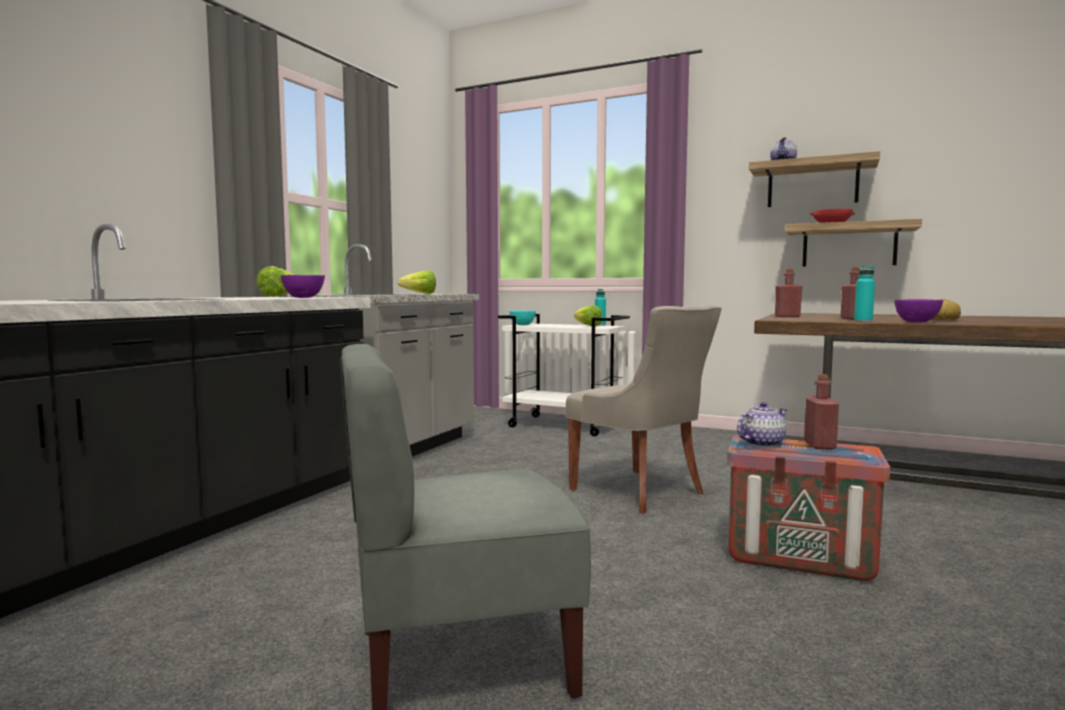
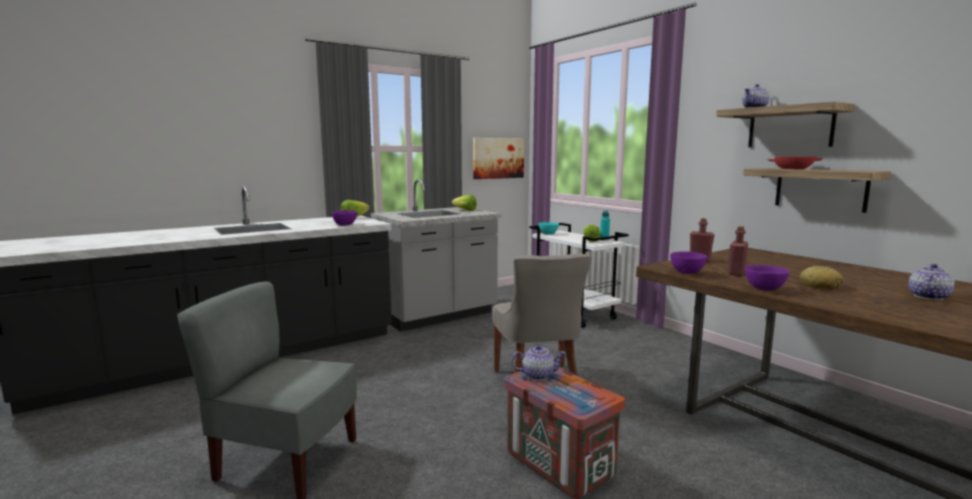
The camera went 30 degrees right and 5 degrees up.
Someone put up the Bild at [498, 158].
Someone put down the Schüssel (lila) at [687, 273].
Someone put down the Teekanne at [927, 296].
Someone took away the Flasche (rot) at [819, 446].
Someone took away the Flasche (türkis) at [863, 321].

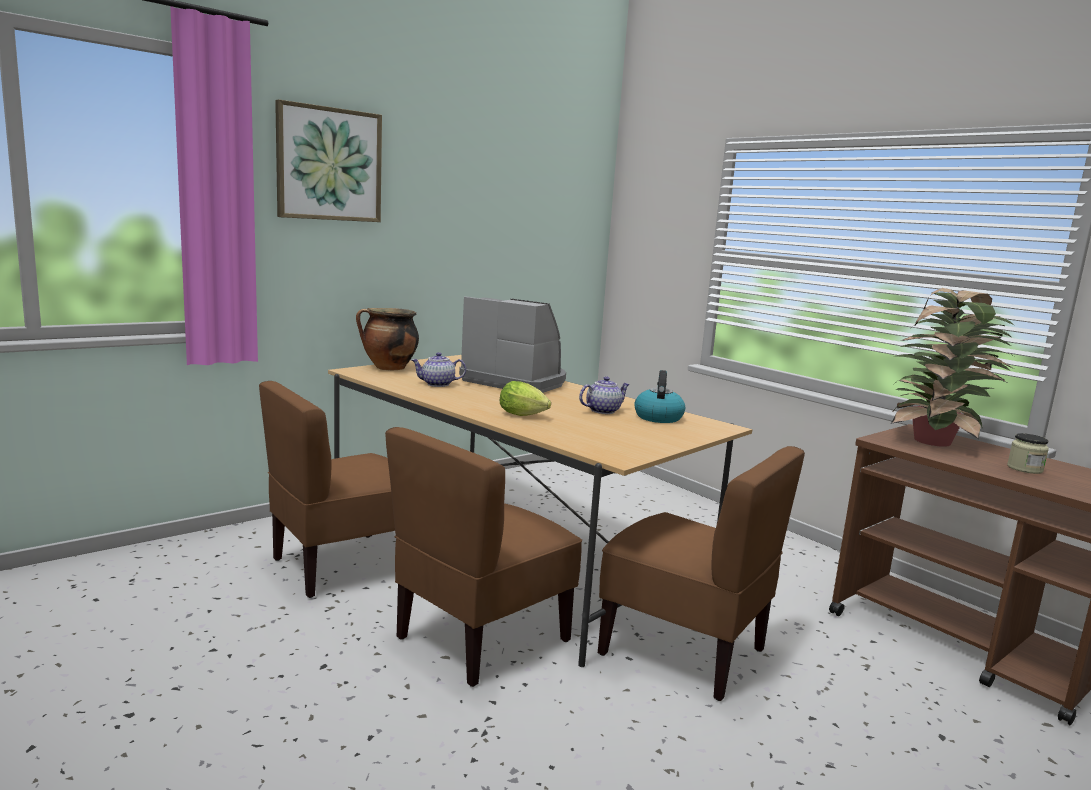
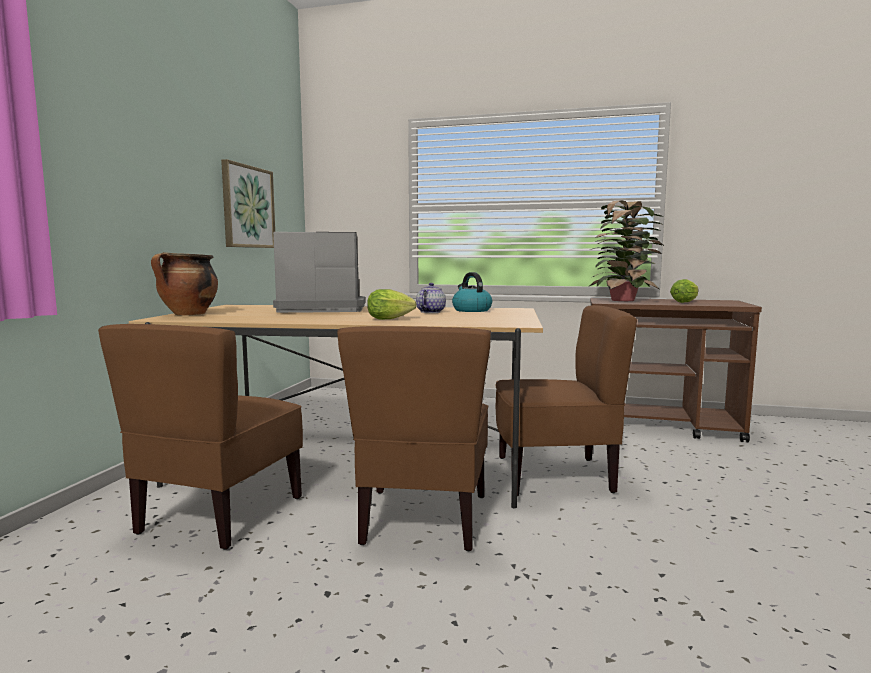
The camera went 35 degrees left and 5 degrees down.
Someone carried the Bild from [329, 164] to [247, 207].
Someone swapped the Vorratsglas at [1024, 469] for the Salatkopf at [685, 302].
Someone took away the Teekanne at [437, 384].

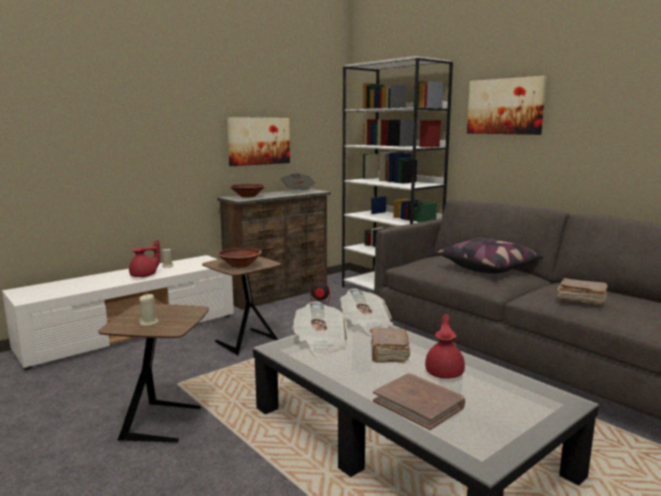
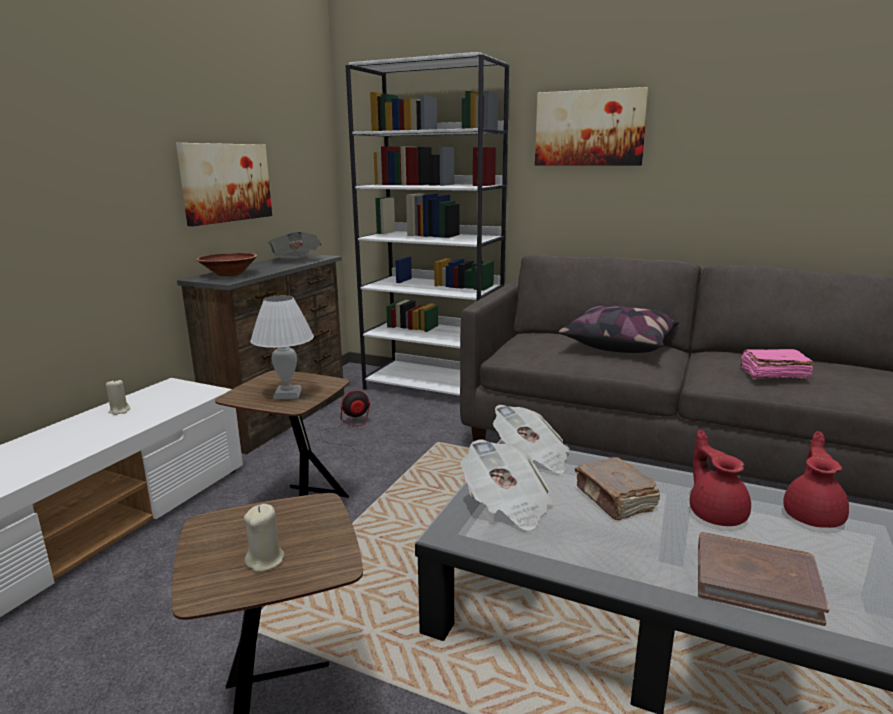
The camera went 25 degrees left and 5 degrees up.
Someone swapped the Schüssel (braun) at [240, 265] for the Tischlampe (weiß) at [288, 394].
Someone repainted the Buch (braun) at [580, 300], which became the Buch (rosa) at [772, 374].
Someone carried the Teekanne (rot) from [145, 275] to [813, 515].

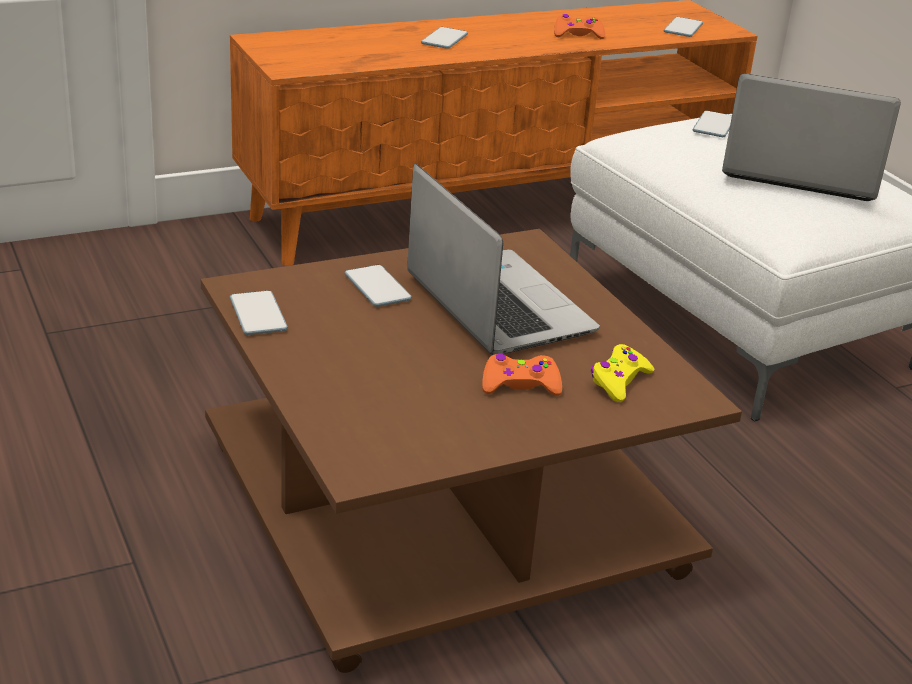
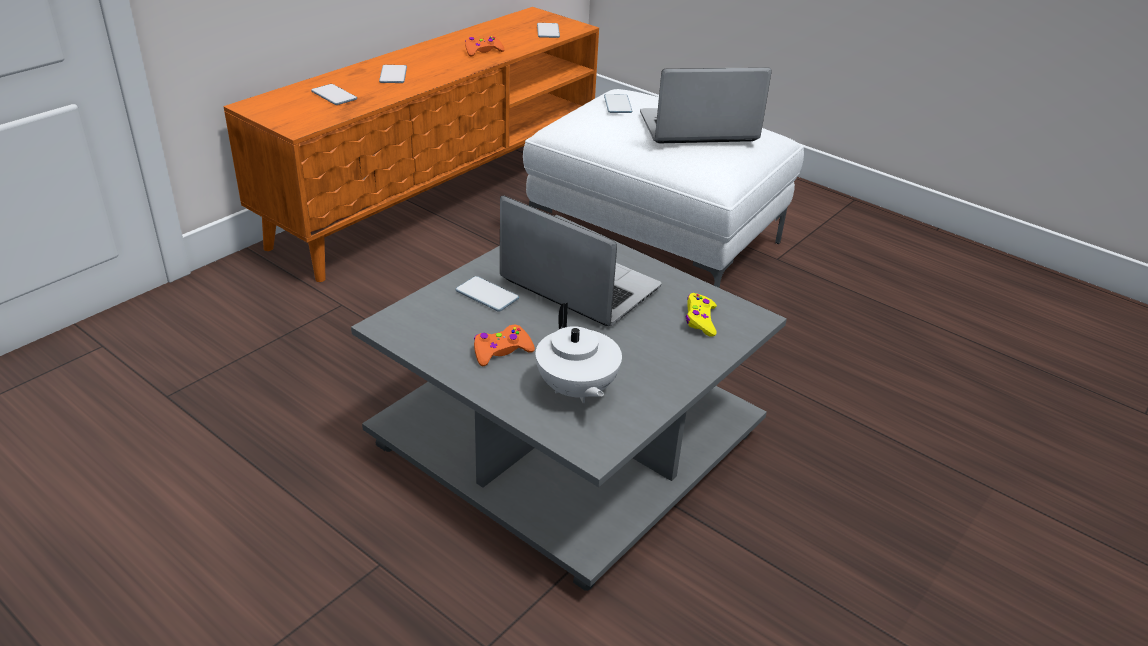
The camera went 25 degrees left and 5 degrees up.
Someone carried the Handy from [258, 314] to [334, 96].
Someone repainted the Couchtisch (braun) at [437, 507], which became the Couchtisch (grau) at [562, 441].
Someone carried the Gamepad (orange) from [520, 385] to [501, 351].
Someone put down the Teekanne (weiß) at [576, 390].

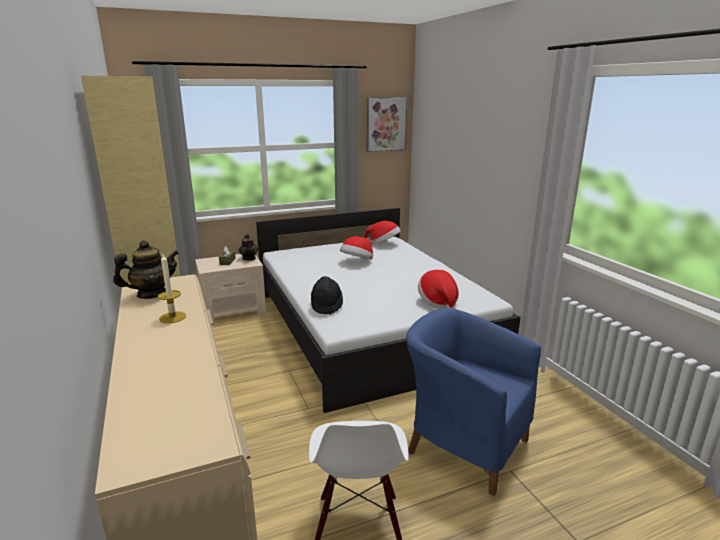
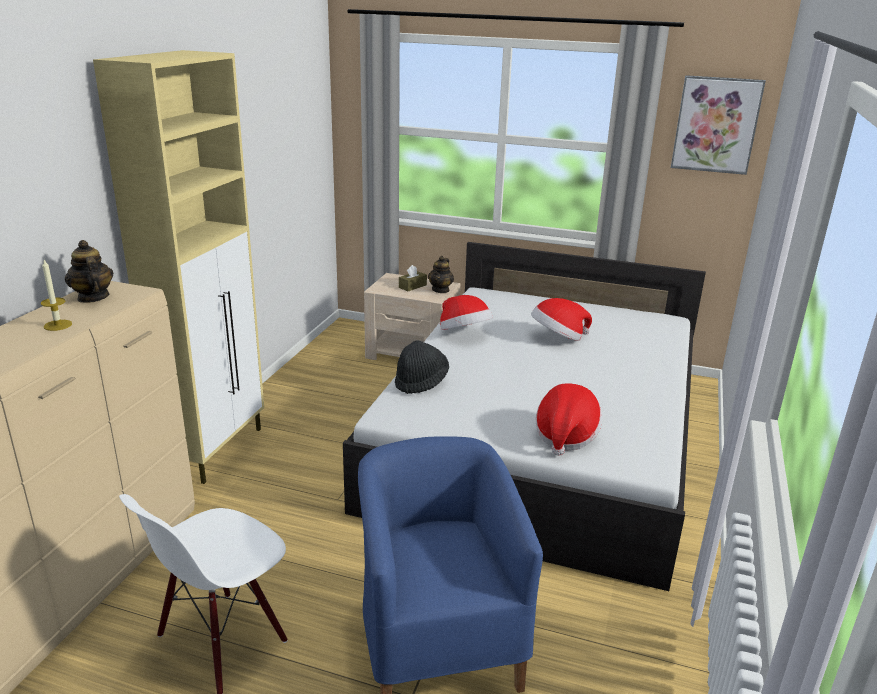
The camera went 40 degrees right and 5 degrees up.
Someone rotated the Teekanne at [151, 294] by 135 degrees counterclockwise.
Someone carried the Hut from [383, 244] to [464, 334].

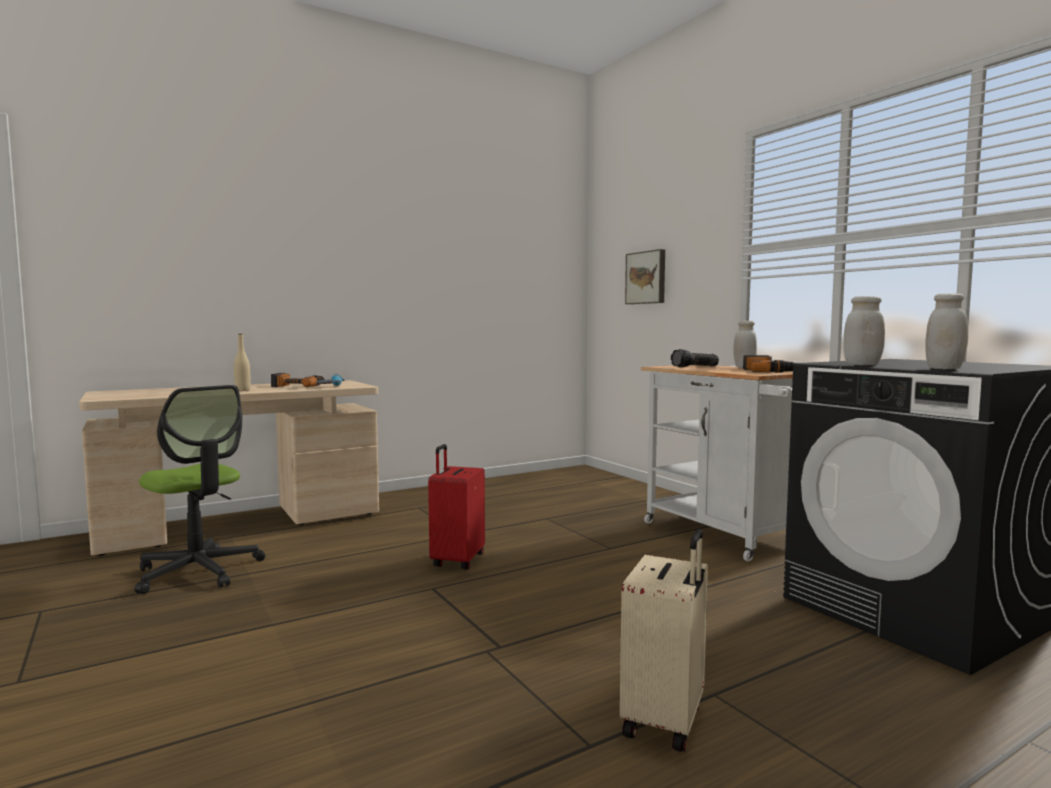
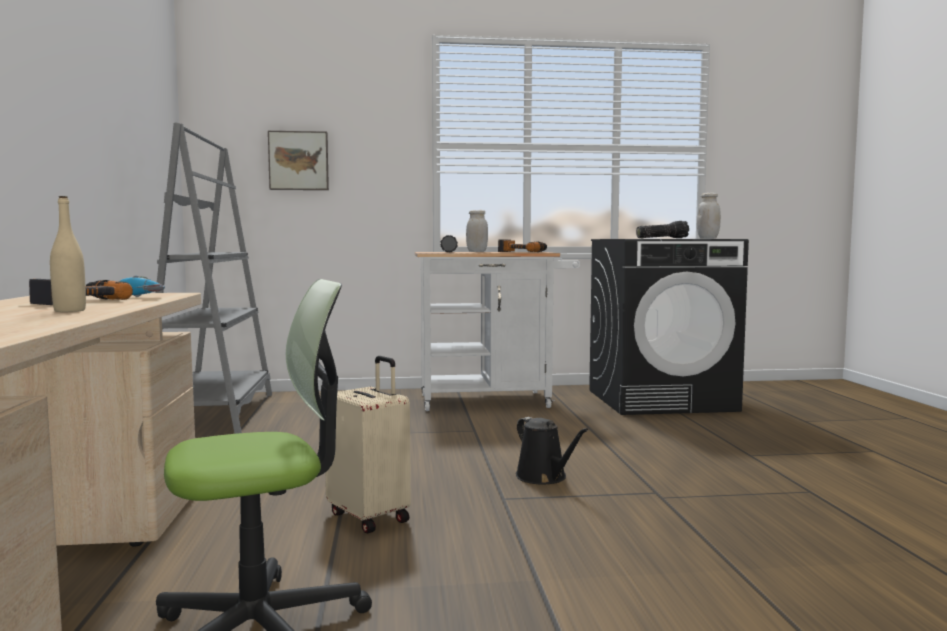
The camera went 65 degrees left and 0 degrees up.
Someone put down the Bücherregal (grau) at [214, 415].
Someone carried the Koffer (beige) from [666, 720] to [370, 516].
Someone put down the Gießkanne (schwarz) at [544, 477].
Someone swapped the Vorratsglas (weiß) at [862, 365] for the Taschenlampe at [662, 238].
Someone took away the Koffer (rot) at [456, 561].

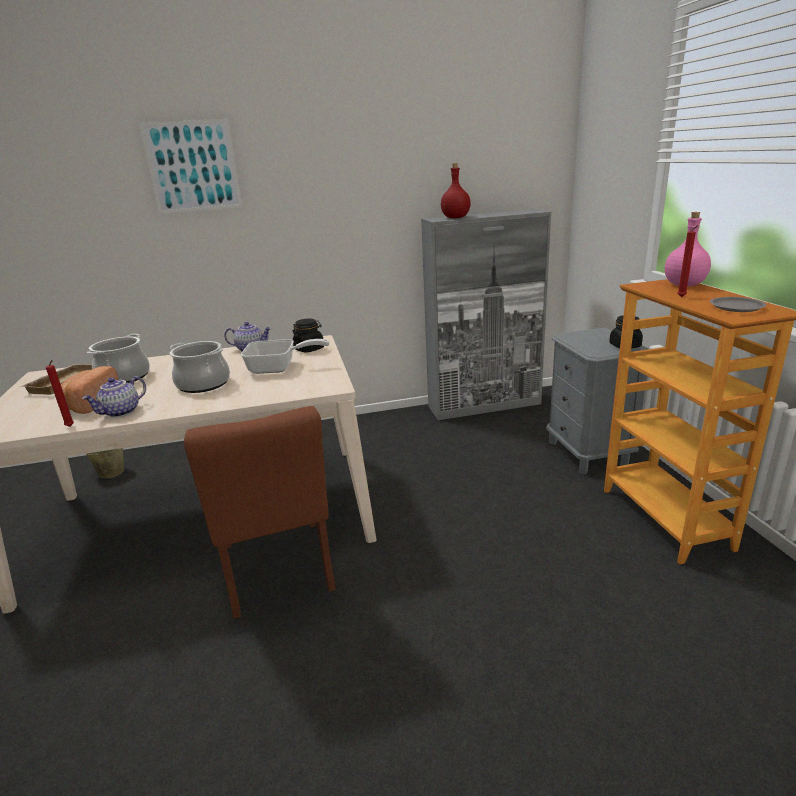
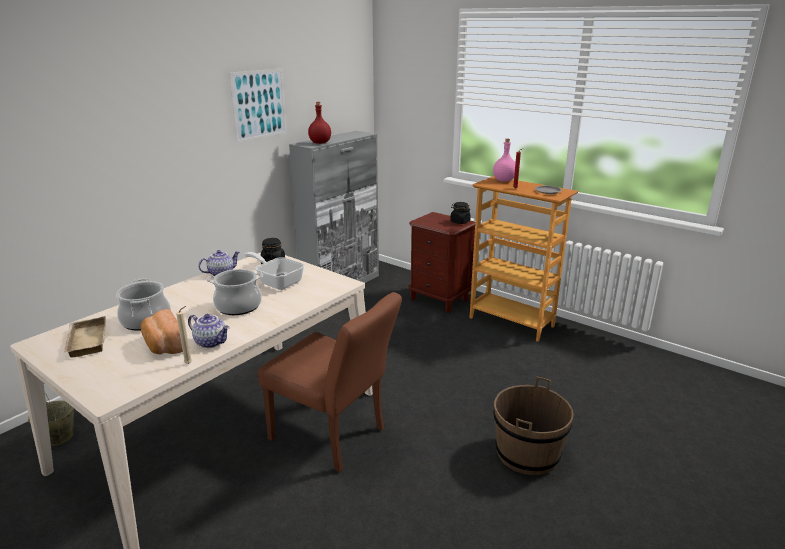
The camera went 40 degrees left and 0 degrees up.
Someone repainted the Kerze (rot) at [71, 427], which became the Kerze (beige) at [189, 363].
Someone rotated the Teekanne at [121, 412] by 60 degrees counterclockwise.
Someone carried the Bild from [193, 167] to [259, 104].
Someone rotated the Pfanne at [278, 368] by 105 degrees counterclockwise.
Someone repainted the Nachttisch (grau) at [587, 453], which became the Nachttisch (braun) at [439, 299].
Someone put down the Eimer (braun) at [527, 453].

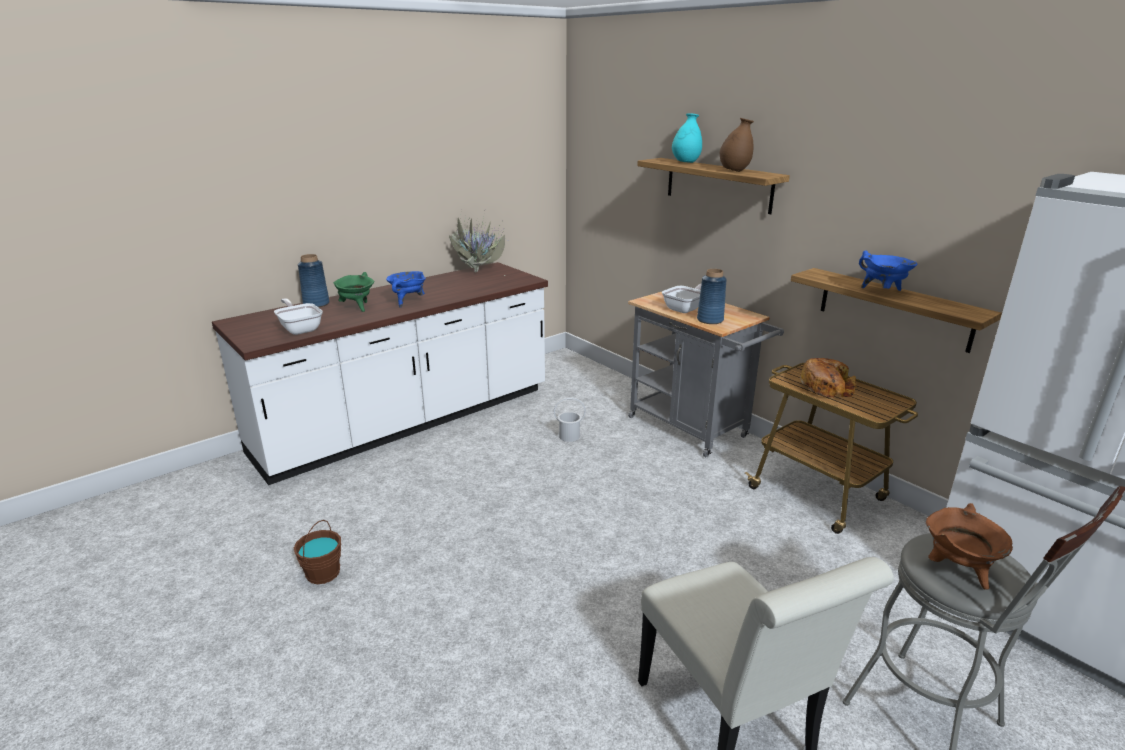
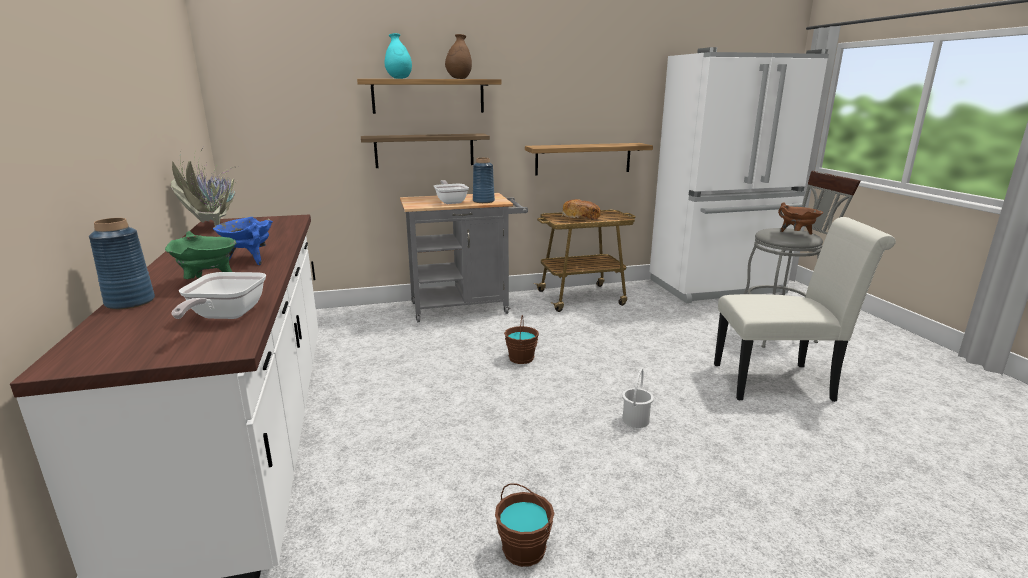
The camera went 65 degrees left and 5 degrees down.
Someone rotated the Pfanne at [300, 329] by 75 degrees counterclockwise.
Someone put up the Wandregal at [424, 150].
Someone put down the Eimer (braun) at [521, 358].
Someone carried the Eimer (weiß) from [569, 436] to [635, 420].
Someone took away the Kochtopf (blau) at [882, 292].

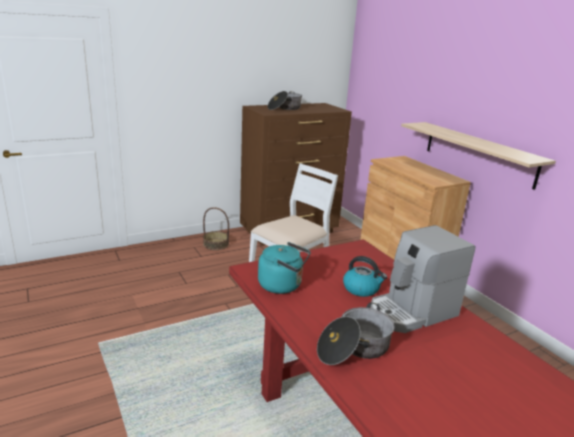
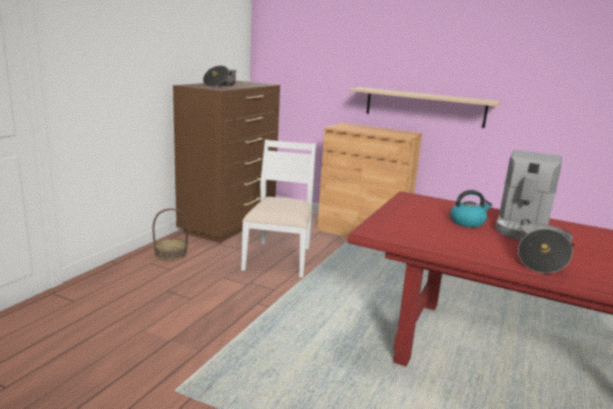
The camera went 35 degrees left and 5 degrees down.
Someone took away the Wasserkessel (türkis) at [282, 286].

